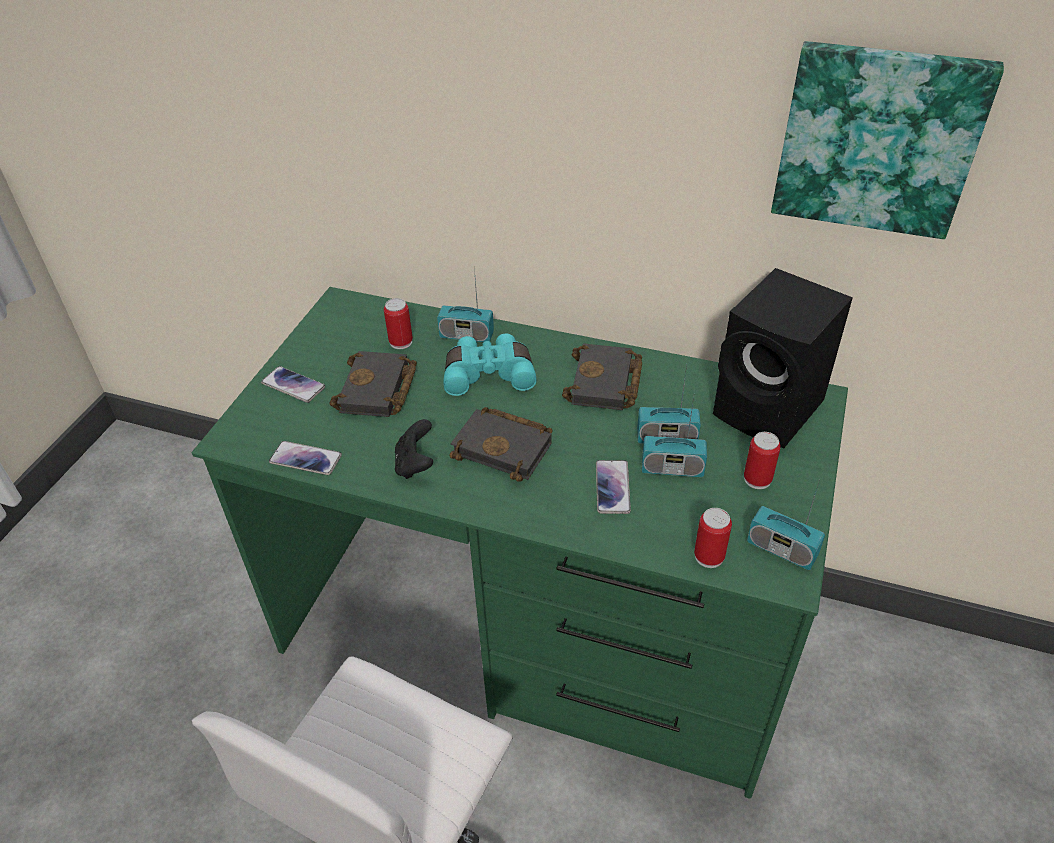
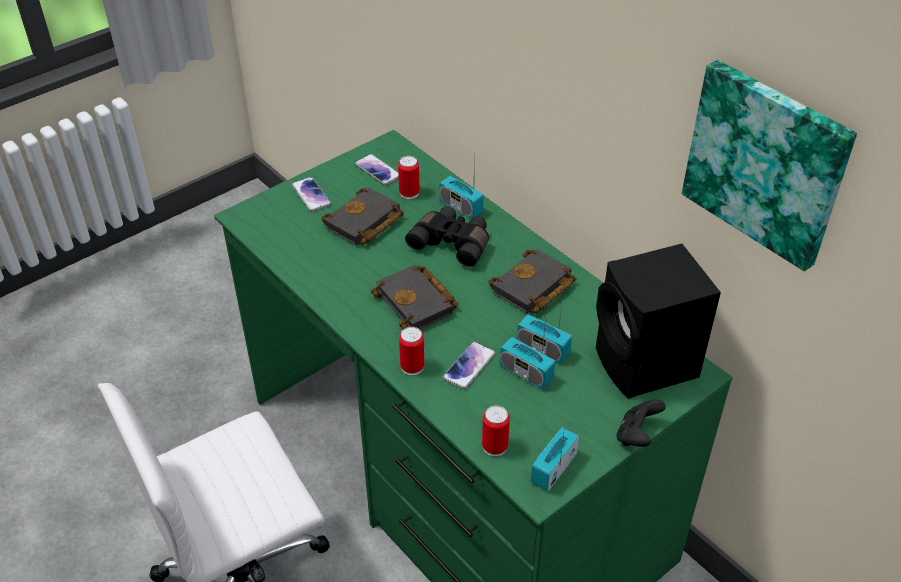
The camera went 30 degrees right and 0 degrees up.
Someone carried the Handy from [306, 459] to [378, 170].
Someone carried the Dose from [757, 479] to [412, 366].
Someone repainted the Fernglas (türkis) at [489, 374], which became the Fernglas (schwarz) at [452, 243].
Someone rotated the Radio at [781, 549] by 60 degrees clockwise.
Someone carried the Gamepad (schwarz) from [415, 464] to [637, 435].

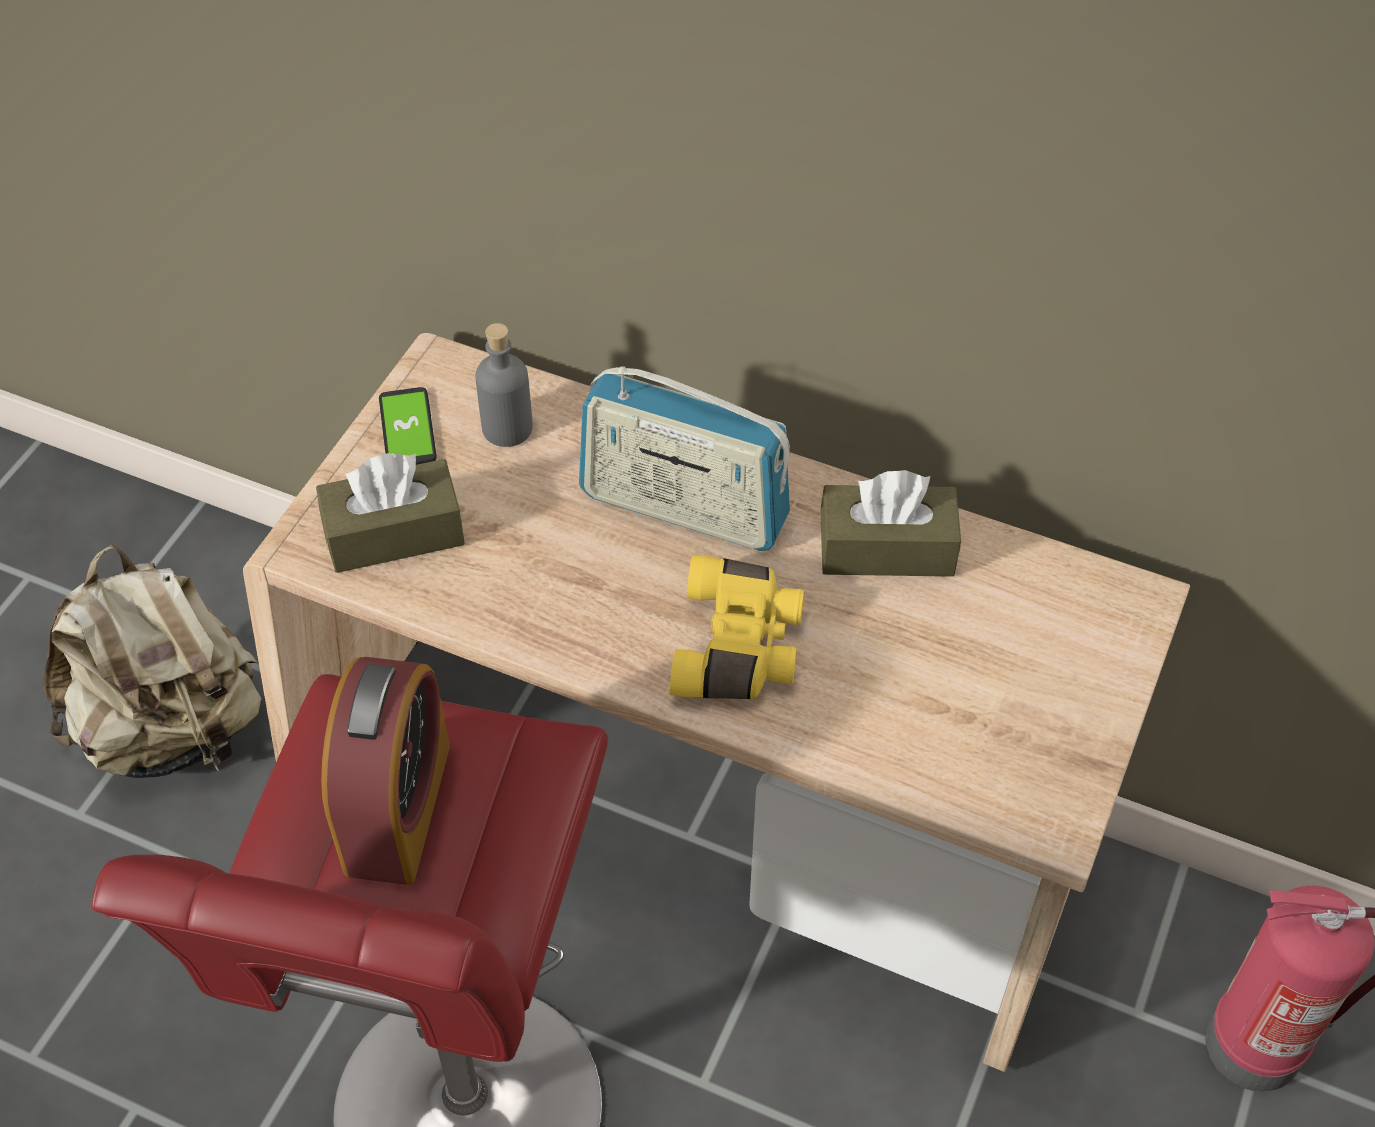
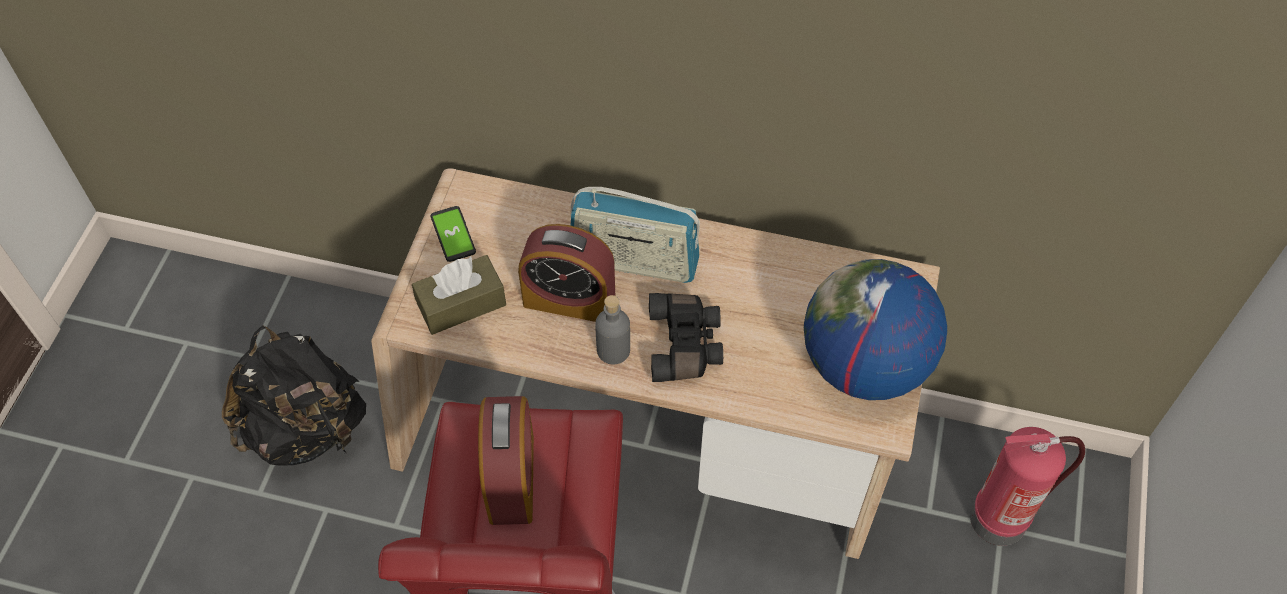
The camera went 10 degrees left and 5 degrees up.
Someone repainted the Rucksack (beige) at [172, 729], which became the Rucksack (schwarz) at [306, 429].
Someone put down the Wecker at [569, 300].
Someone carried the Flasche (grau) from [507, 428] to [613, 350].
Someone repainted the Fernglas (gelb) at [740, 647], which became the Fernglas (schwarz) at [686, 345].
Someone put down the Globus at [864, 365].
Someone took away the Taschentuchbox (braun) at [886, 548].

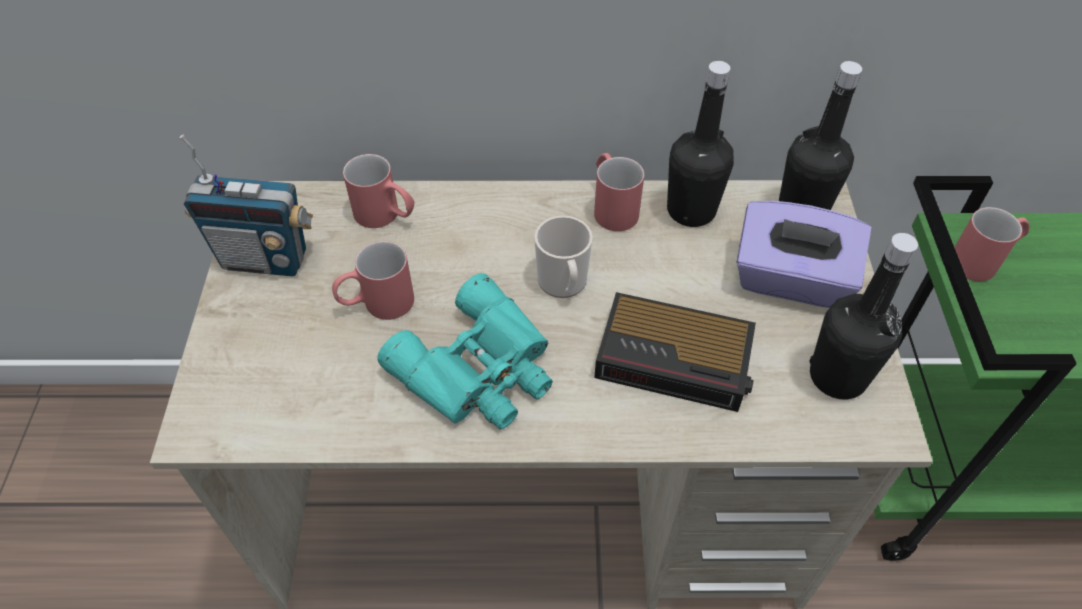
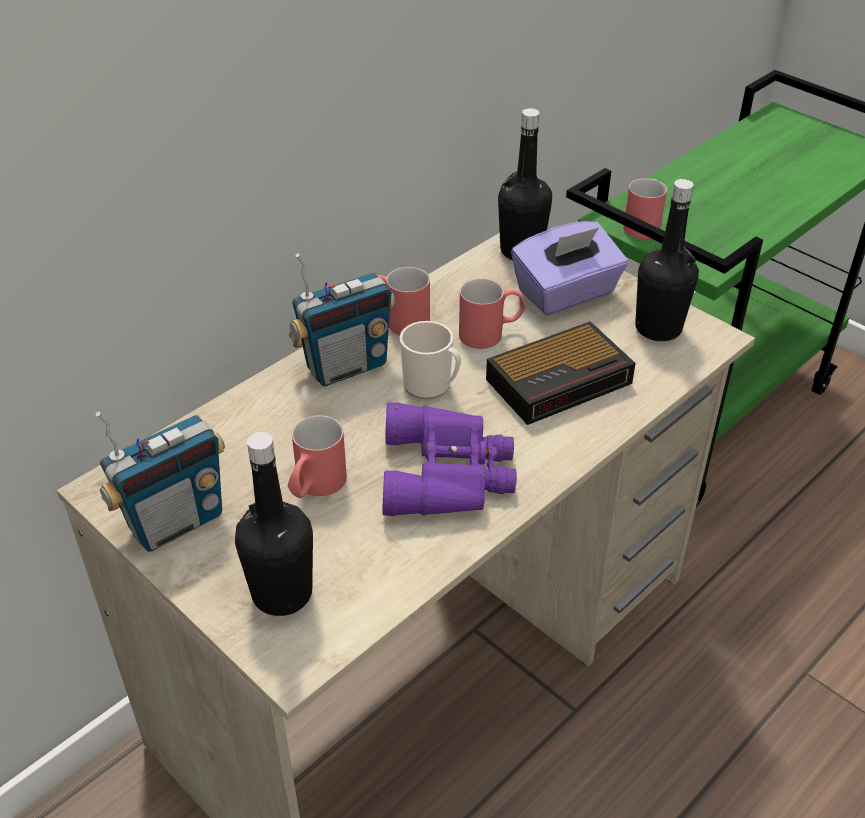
The camera went 45 degrees left and 10 degrees down.
Someone carried the Flasche (schwarz) from [691, 210] to [282, 593].
Someone put down the Radio at [346, 366].
Someone repainted the Fernglas (türkis) at [480, 370], which became the Fernglas (lila) at [449, 473].
Someone carried the Henkelbecher (rot) from [386, 216] to [491, 333].

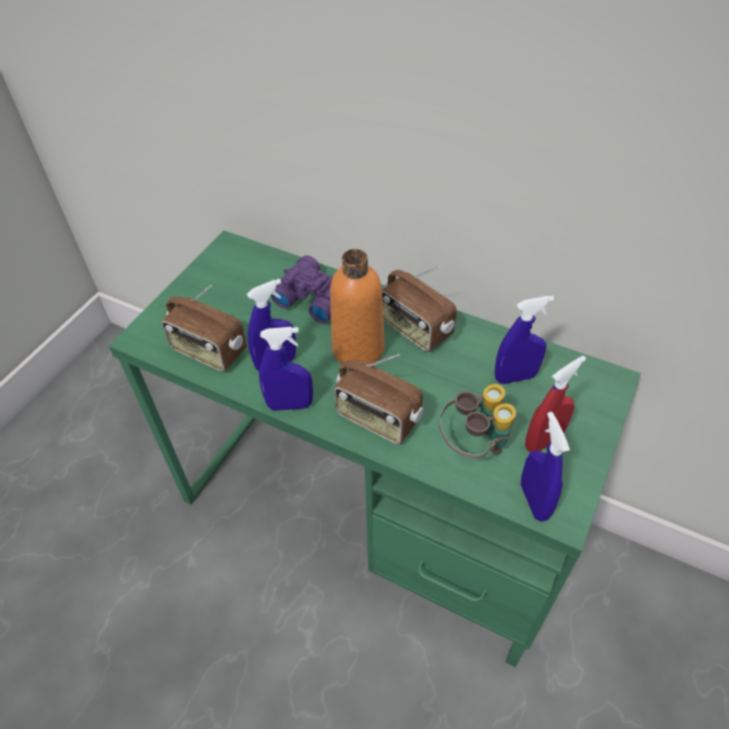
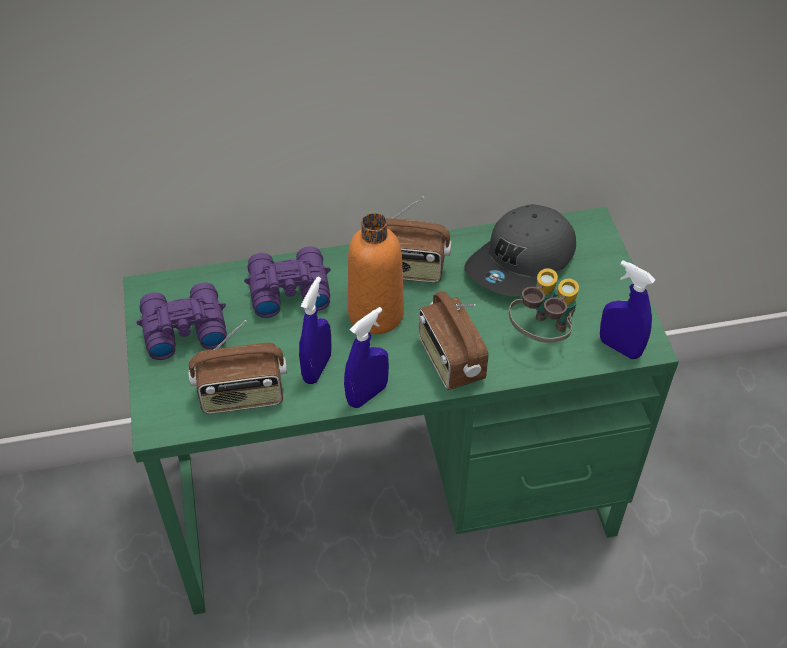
The camera went 40 degrees left and 0 degrees up.
Someone put down the Fernglas (lila) at [182, 328].
Someone rotated the Radio at [377, 418] by 75 degrees clockwise.
Someone swapped the Sprühflasche (blau) at [515, 377] for the Kappe (grau) at [522, 263].
Someone took away the Sprühflasche (rot) at [543, 441].

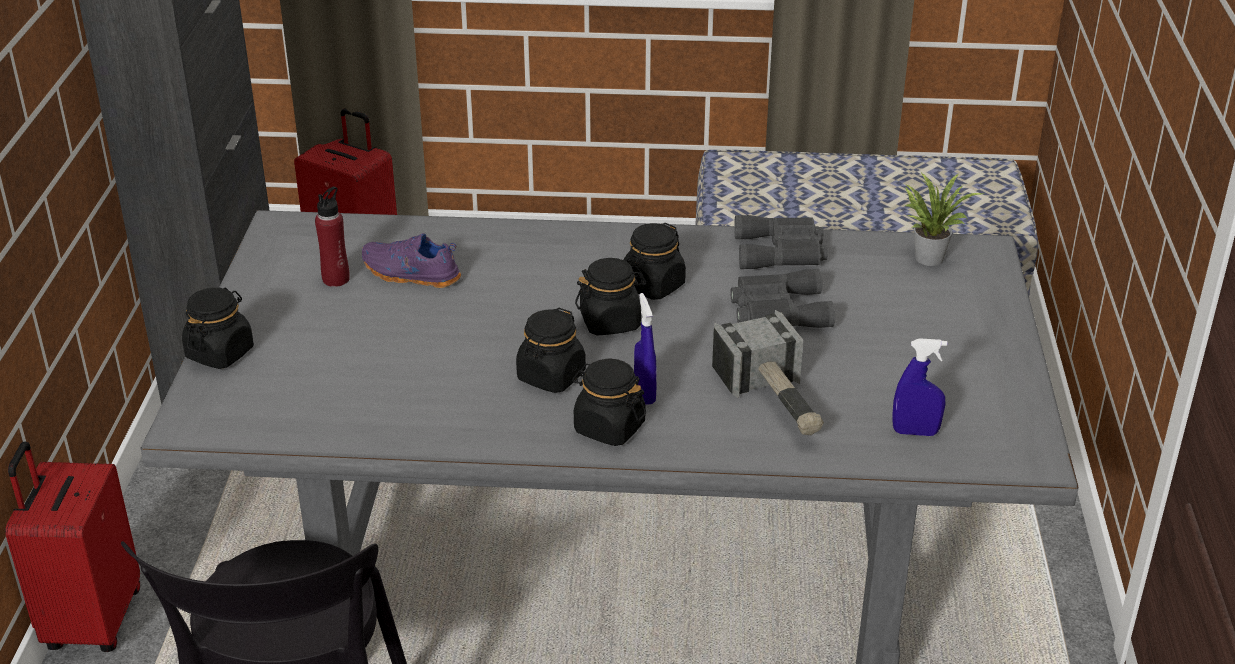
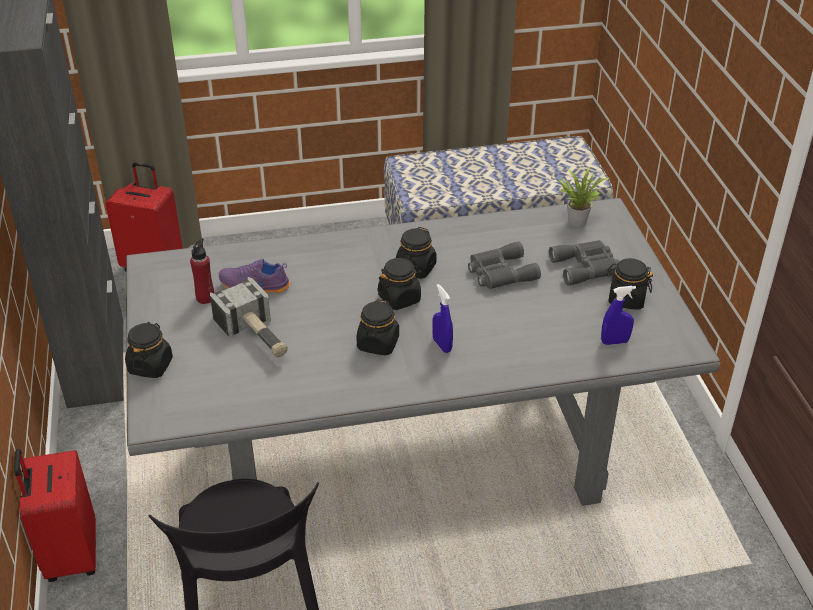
The camera went 15 degrees left and 5 degrees up.
Someone carried the Hammer from [775, 401] to [257, 336].
Someone carried the Fernglas (grau) from [782, 251] to [587, 267].
Someone carried the Vorratsglas (schwarz) from [609, 427] to [626, 299].

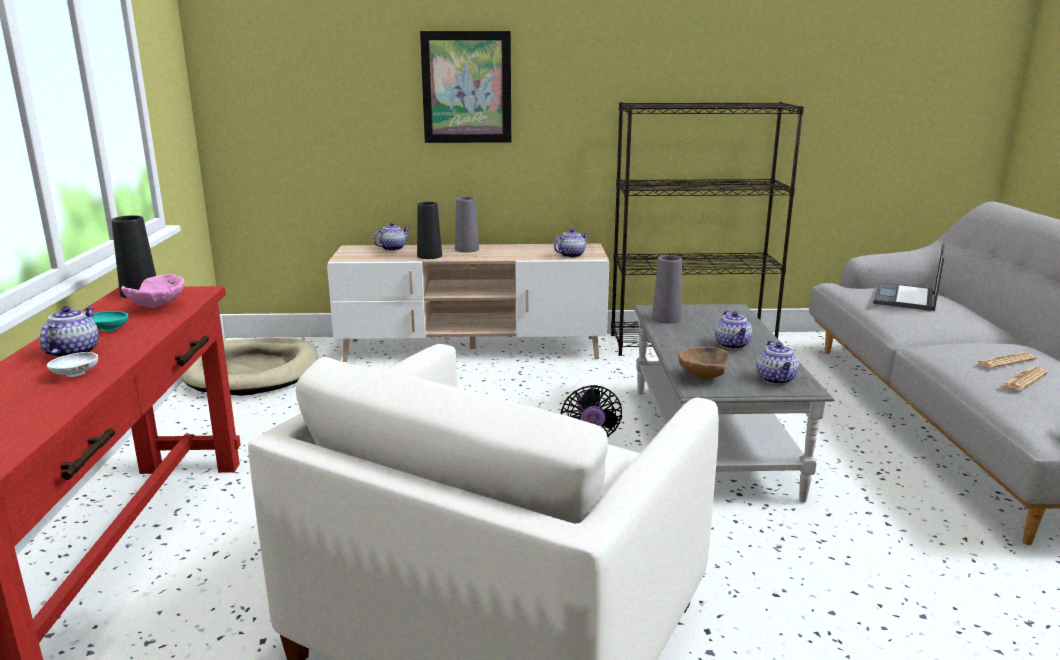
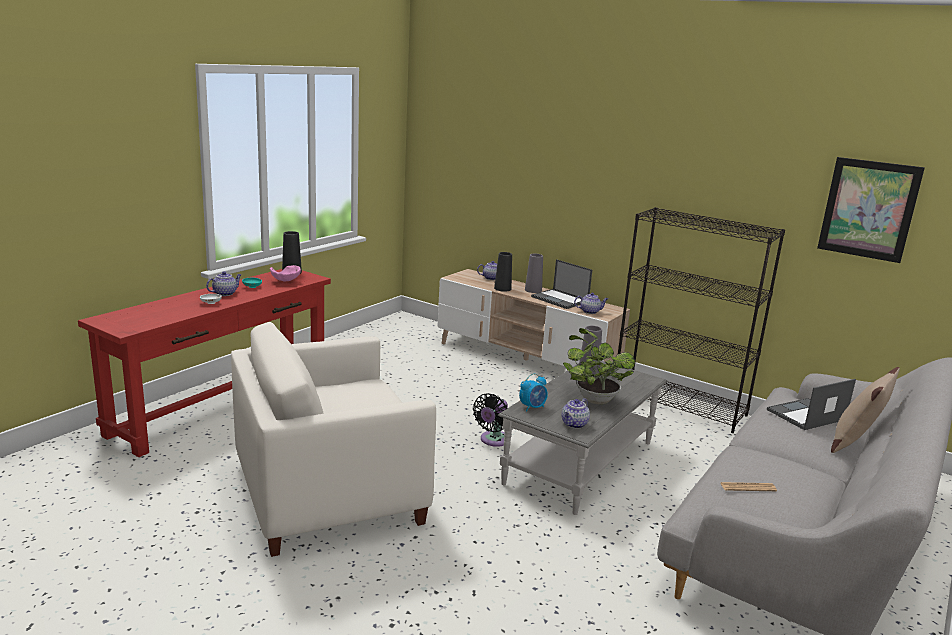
The camera went 35 degrees right and 0 degrees up.
Someone swapped the Schüssel (braun) at [701, 377] for the Wecker at [532, 407].
Someone put down the Laptop at [560, 299].
Someone swapped the Teekanne at [733, 345] for the Topfpflanze at [593, 398].
Someone carried the Bild from [466, 87] to [868, 209].
Someone put down the Kissen (beige) at [855, 443].
Someone took away the Hundebett (beige) at [253, 372].
Someone took away the Zeitung at [1005, 361].

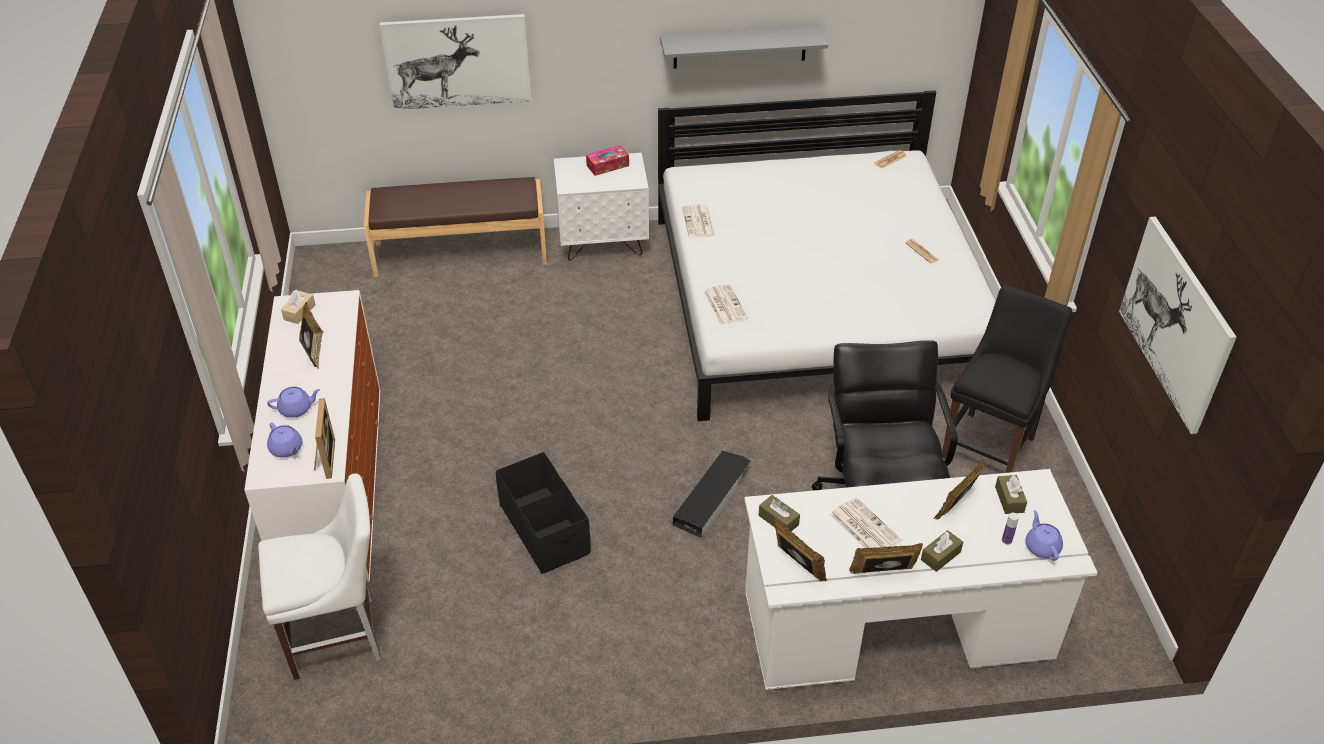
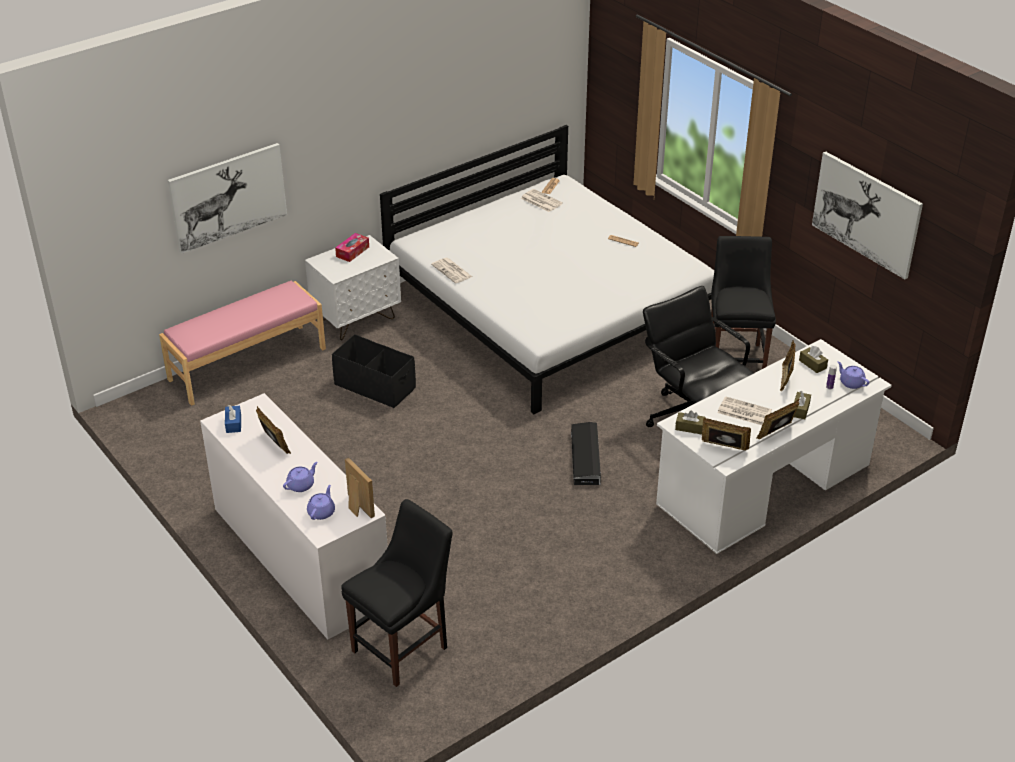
The camera went 30 degrees left and 5 degrees down.
Someone repainted the Bank (braun) at [460, 252], which became the Bank (rosa) at [247, 363].
Someone repainted the Taschentuchbox (beige) at [299, 312], which became the Taschentuchbox (blau) at [233, 423].
Someone rotated the Teekanne (lila) at [286, 449] by 90 degrees counterclockwise.
Someone carried the Aufbewahrungsbox (schwarz) from [545, 529] to [375, 386].
Someone repainted the Stuhl (weiß) at [340, 636], which became the Stuhl (schwarz) at [404, 647].
Someone carried the Zeitung from [724, 304] to [540, 201].
Someone took away the Wandregal (grau) at [740, 47].

